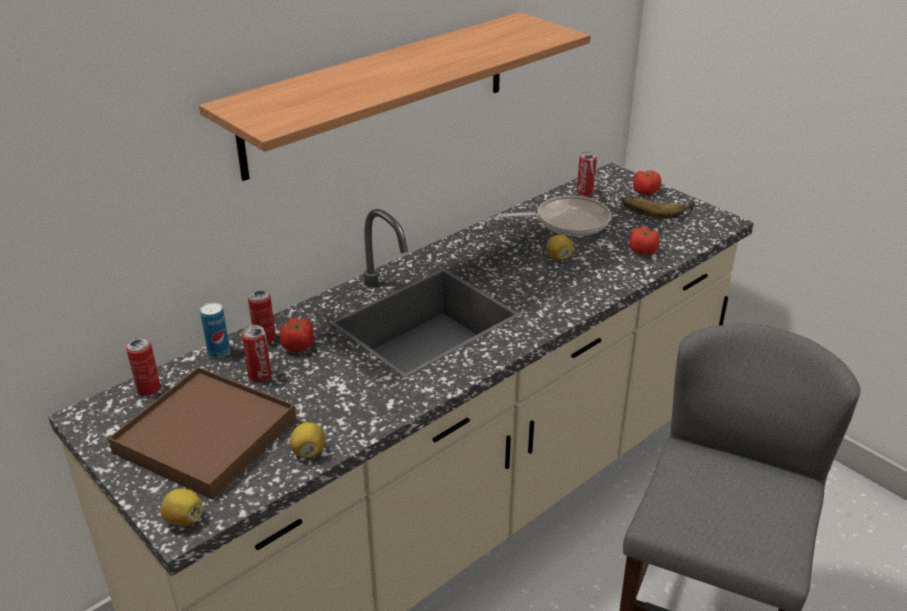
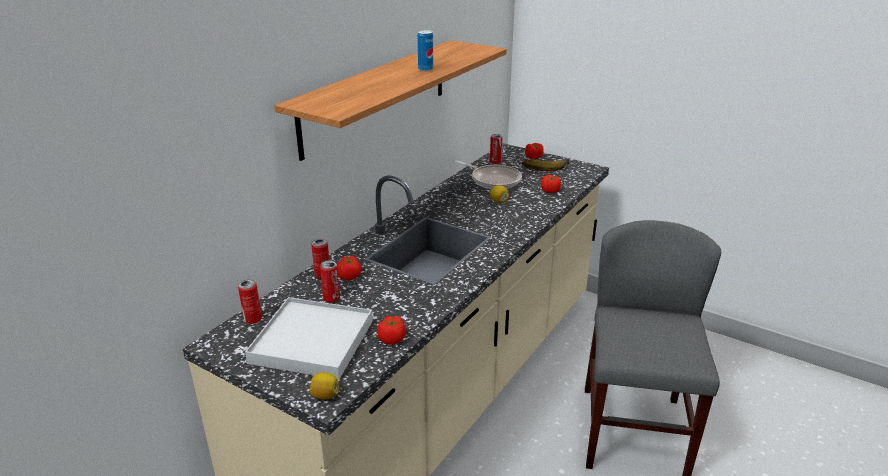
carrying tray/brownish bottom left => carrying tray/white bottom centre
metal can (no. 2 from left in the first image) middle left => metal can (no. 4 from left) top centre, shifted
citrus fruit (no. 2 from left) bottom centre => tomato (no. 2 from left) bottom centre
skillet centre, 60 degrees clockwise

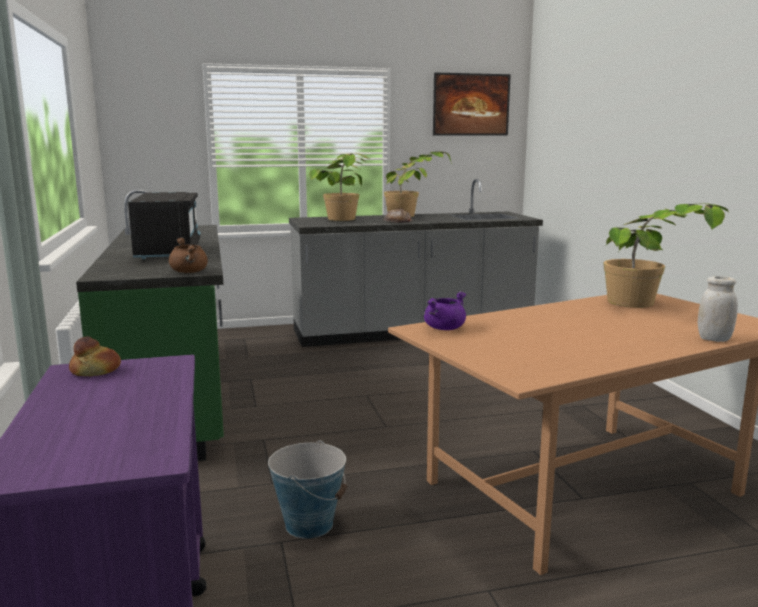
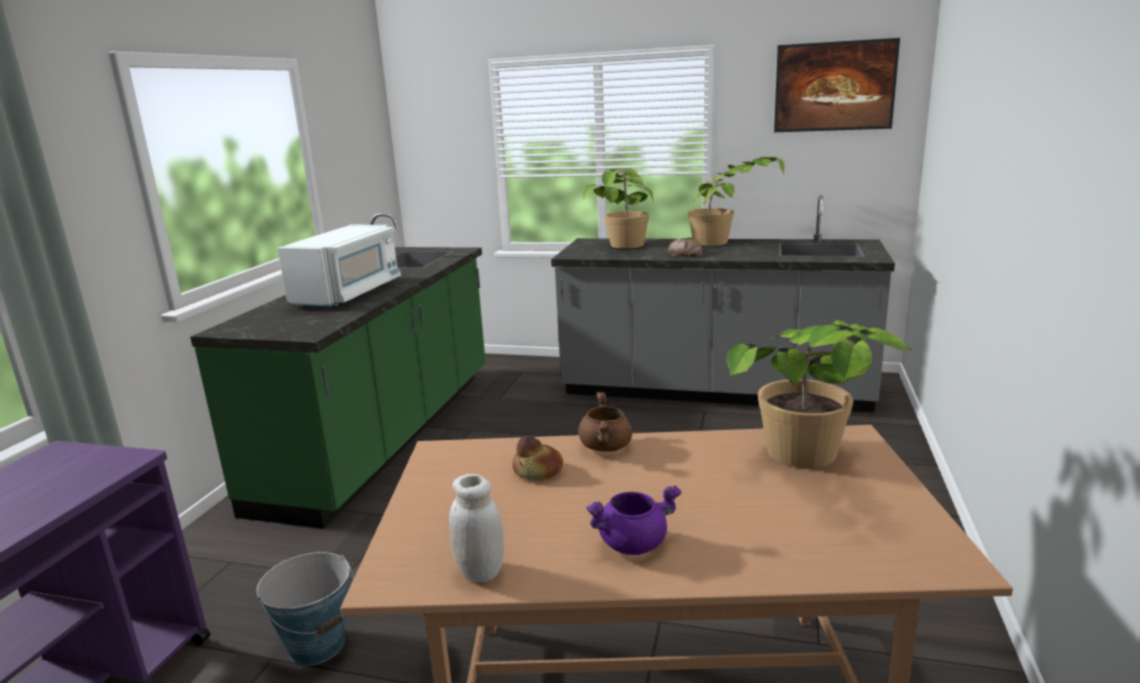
bakery bread (no. 1 from left) middle left => bakery bread (no. 1 from left) bottom centre, shifted
microwave/black middle left => microwave/white middle left
saucepot/brownish middle left => saucepot/brownish centre, shifted
saucepot/purple centre => saucepot/purple bottom centre, shifted
preserve jar/white middle right => preserve jar/white bottom centre, shifted

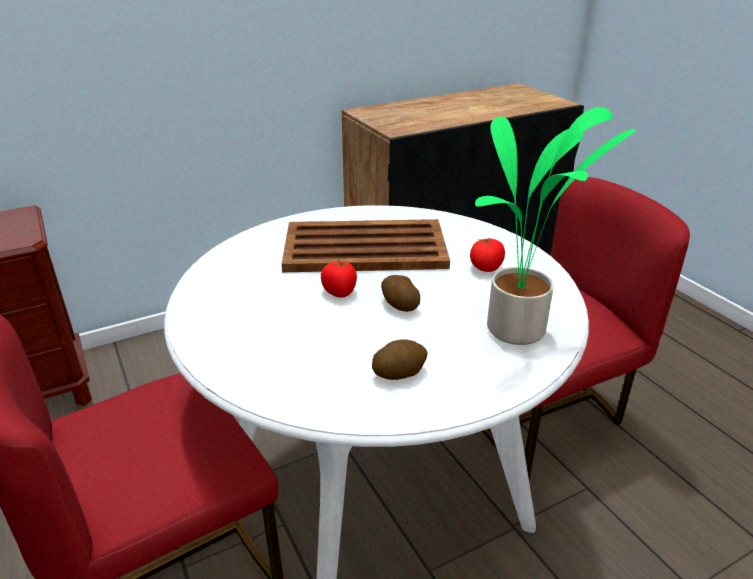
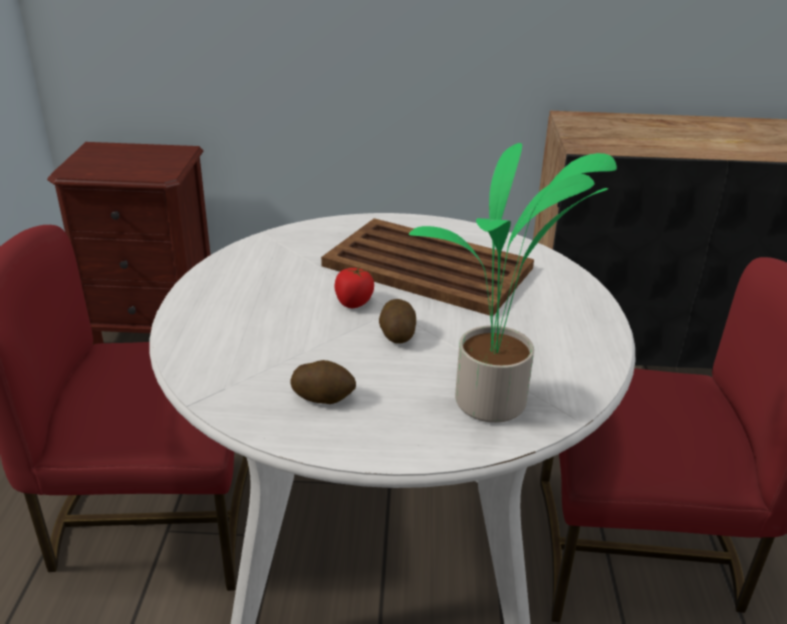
tomato (no. 2 from left) centre => nothing

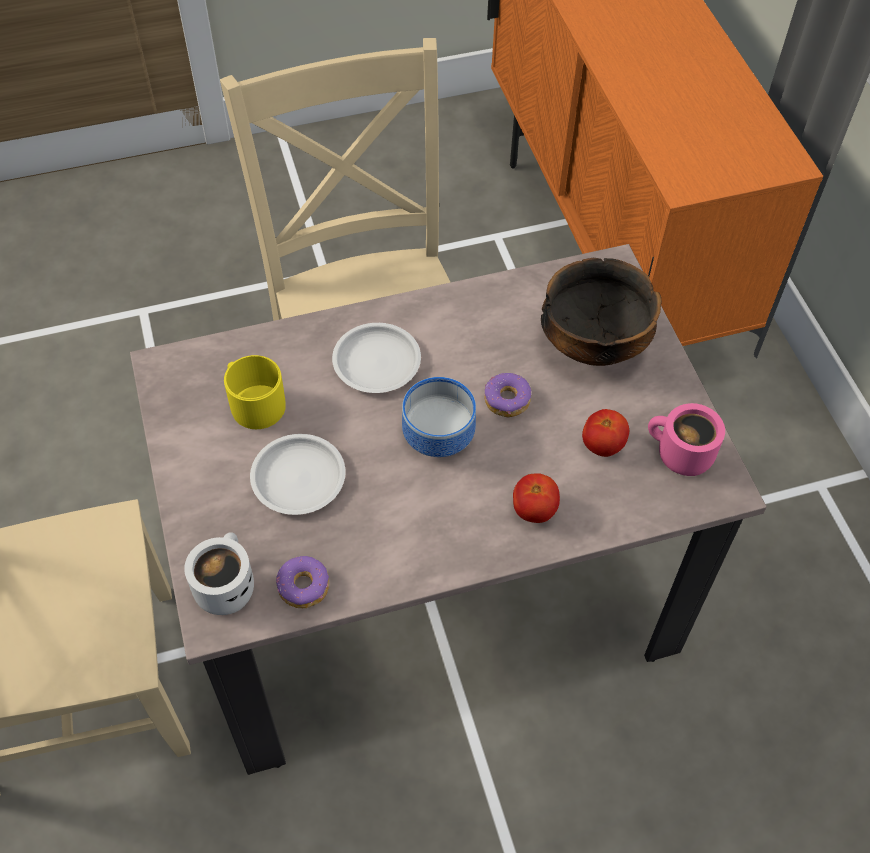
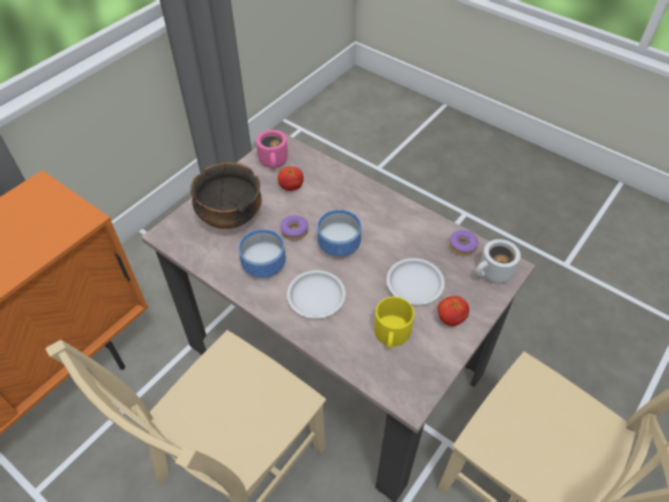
tomato (no. 1 from left in the first image) centre => tomato (no. 2 from left) middle right, shifted
nothing => deep dish (no. 2 from left) centre

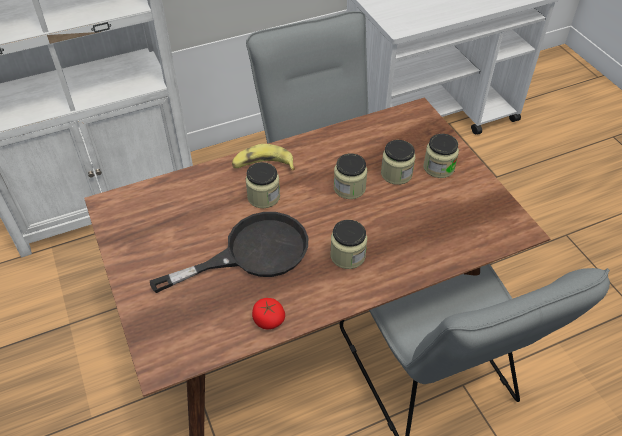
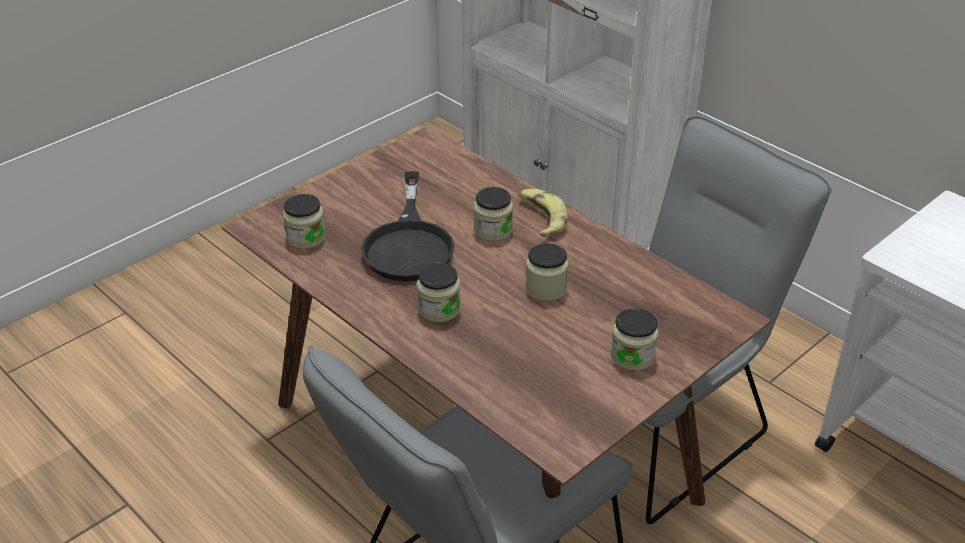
skillet/black centre, 45 degrees clockwise
tomato bottom centre => nothing
preserve jar (no. 4 from left in the first image) centre => preserve jar (no. 1 from left) middle left, shifted

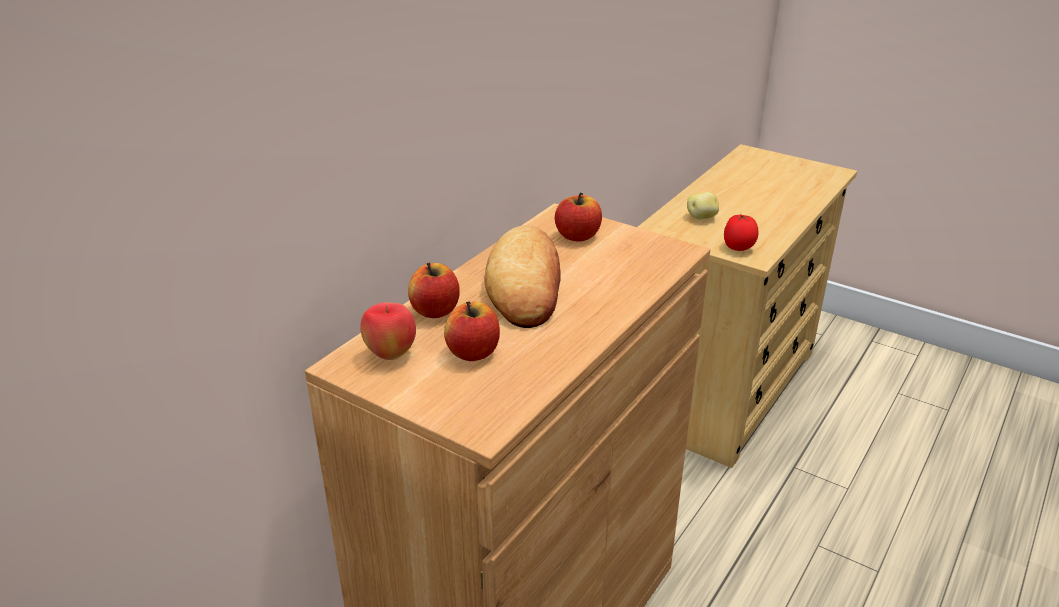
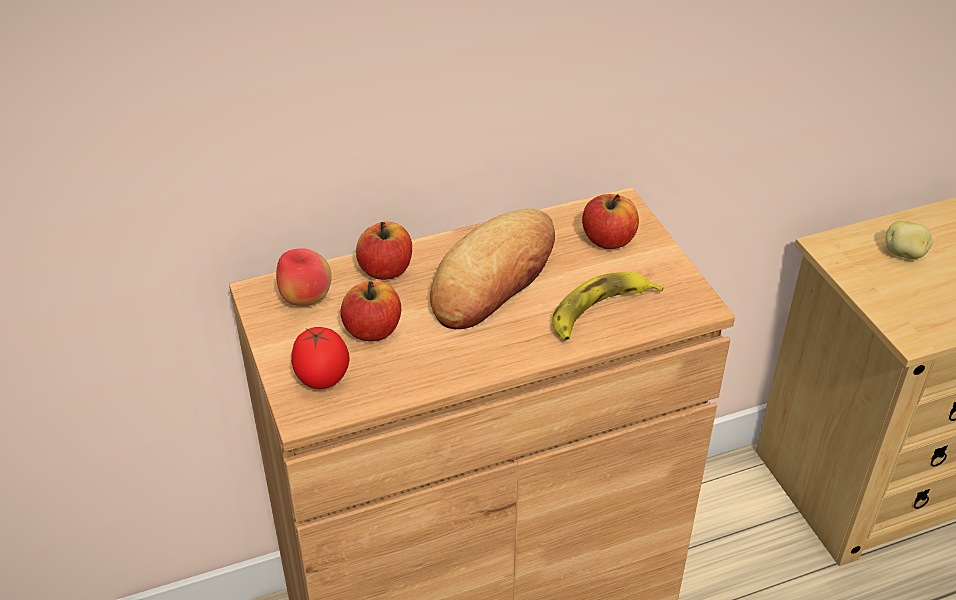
tomato middle right => tomato centre, shifted
nothing => whole banana centre

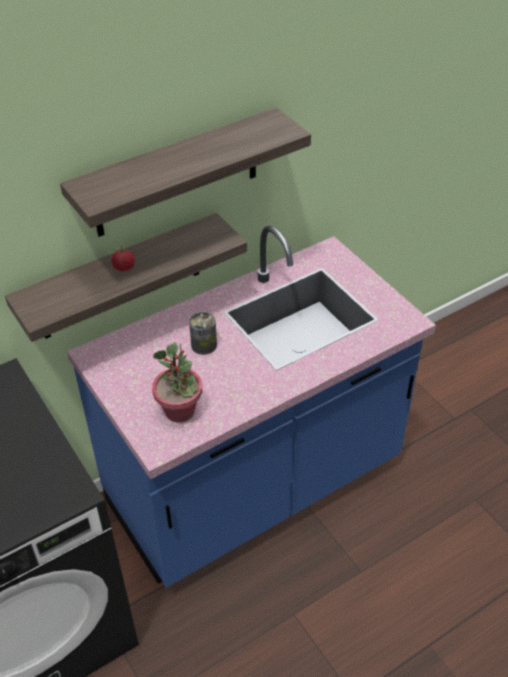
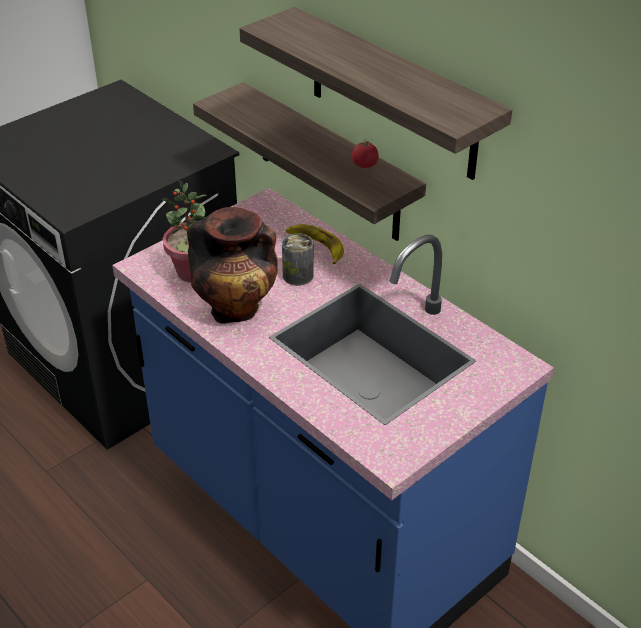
tomato middle left => tomato top centre, shifted
nothing => decorative vase centre
nothing => whole banana centre

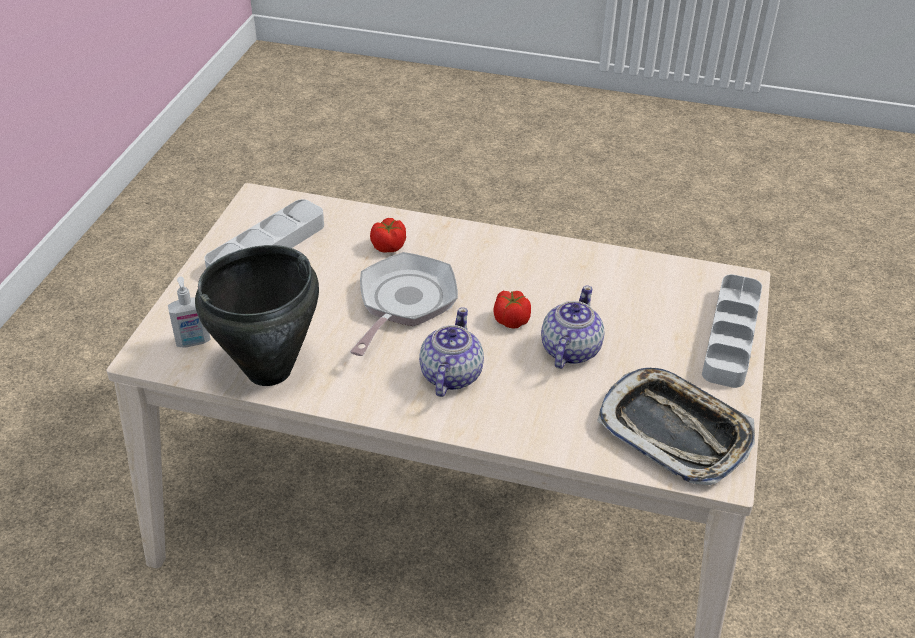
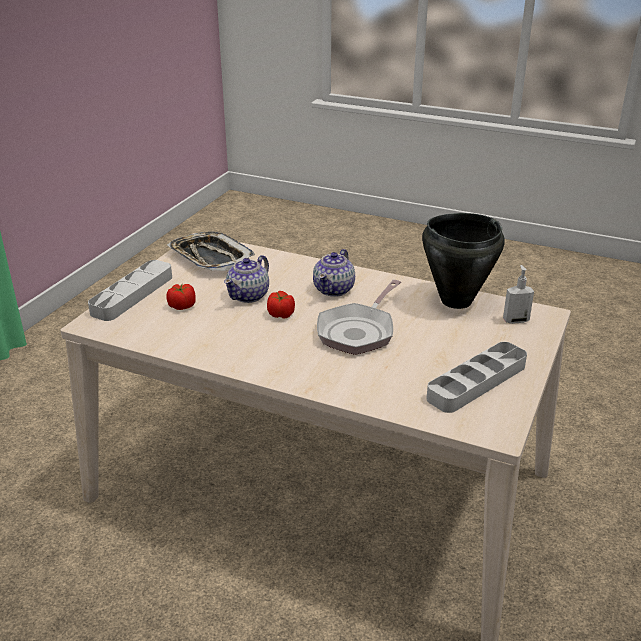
tomato (no. 1 from left) centre => tomato (no. 1 from left) middle left, shifted

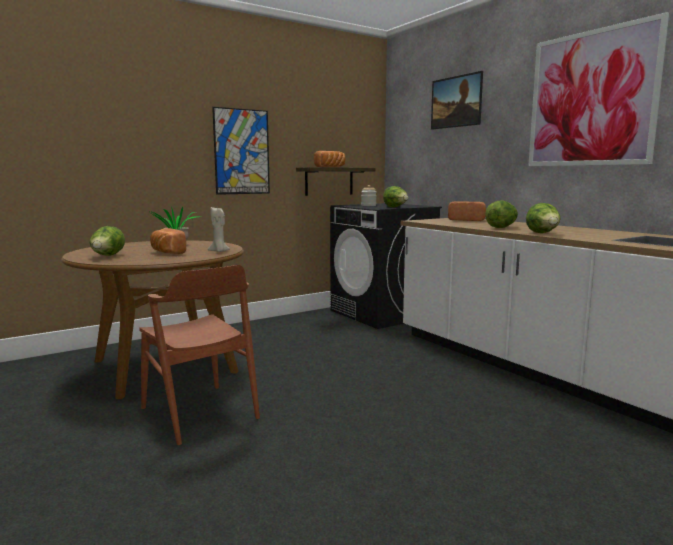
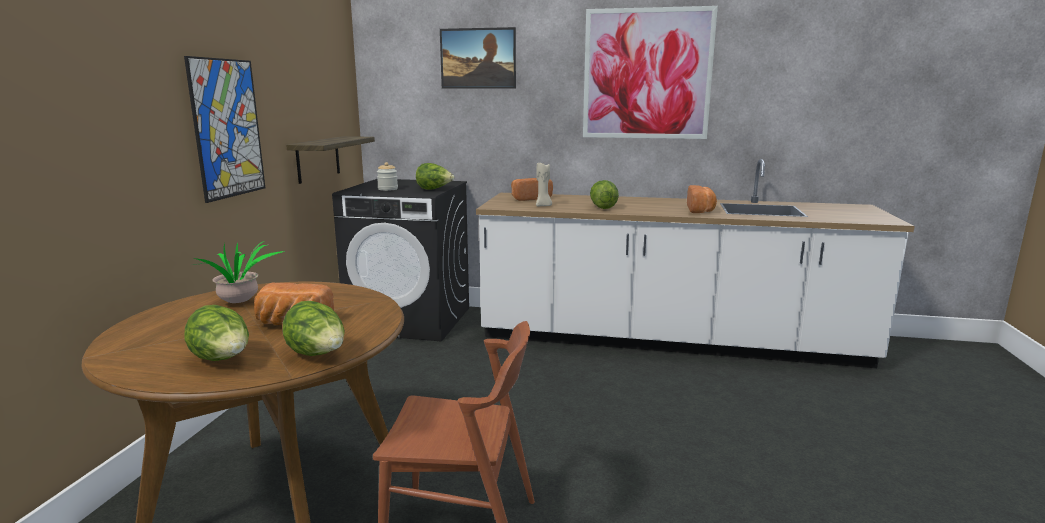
wax candle/beige-coloured middle left => wax candle/beige-coloured centre, shifted
bakery bread (no. 2 from left in the first image) top centre => bakery bread (no. 3 from left) middle right, shifted
lettuce (no. 4 from left in the first image) middle right => lettuce (no. 2 from left) middle left, shifted

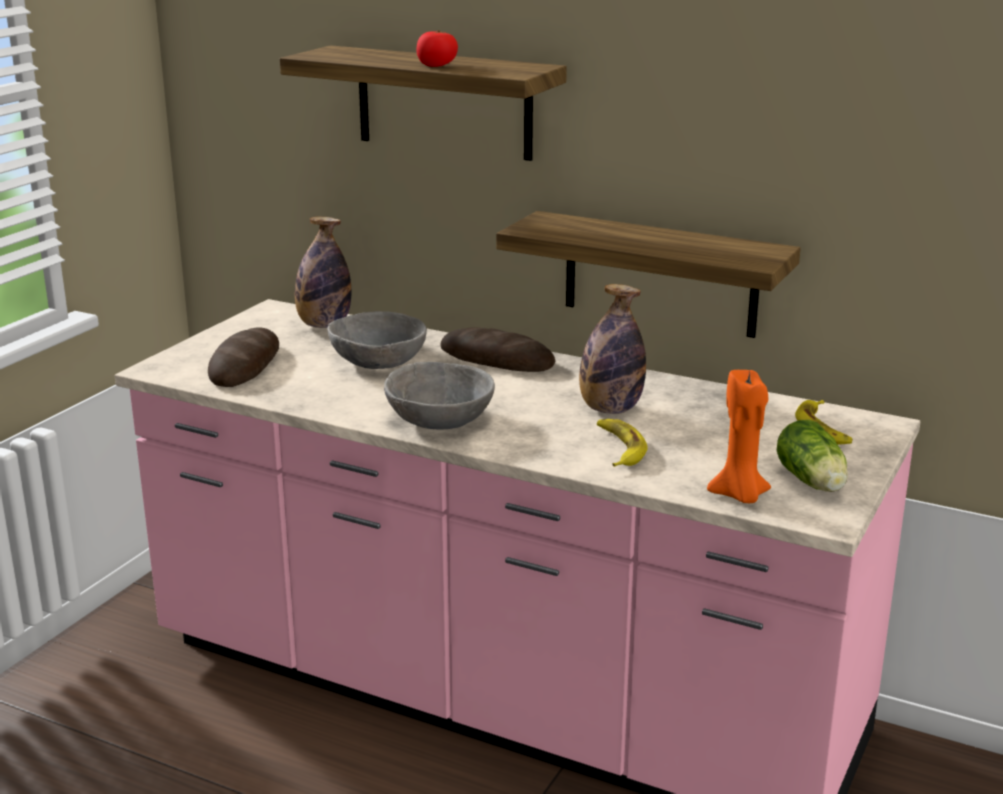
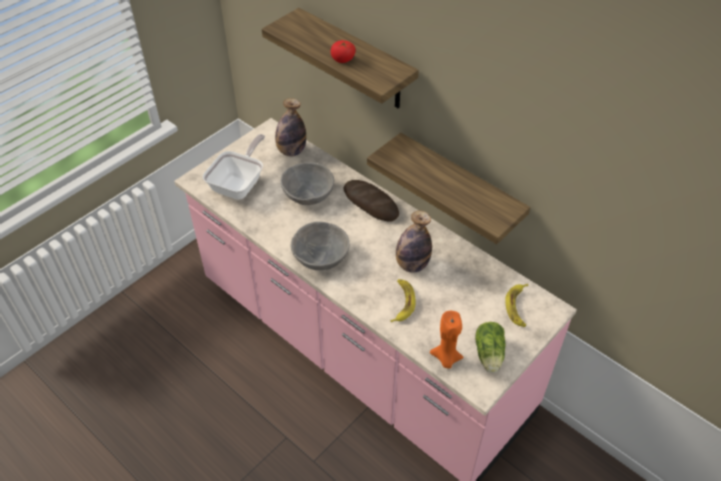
bakery bread (no. 1 from left) middle left => skillet middle left

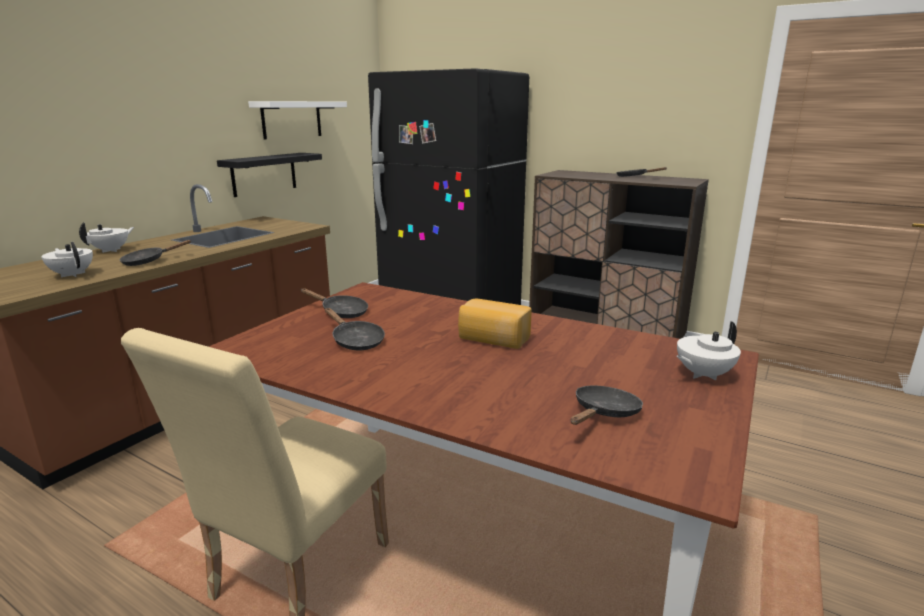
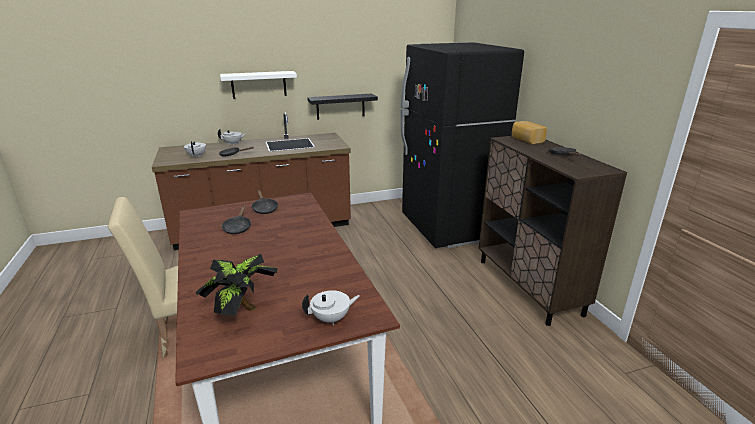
wall shelf/white top left => wall shelf/white top centre, shifted
bakery bread centre => bakery bread top right, shifted
skillet/black (no. 4 from left) centre => houseplant bottom left
teapot/white (no. 3 from left) middle right => teapot/white (no. 3 from left) bottom centre, 150 degrees clockwise

